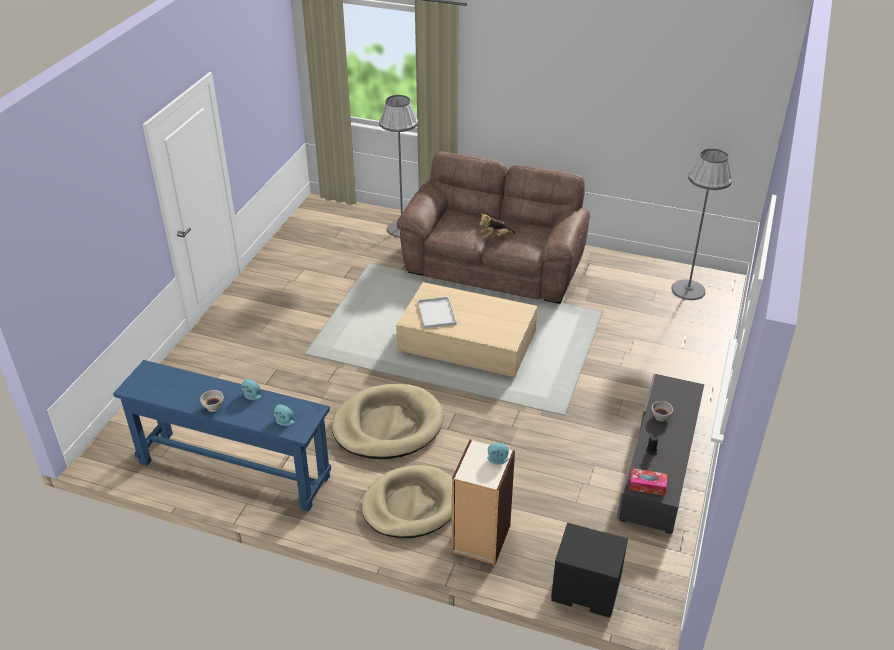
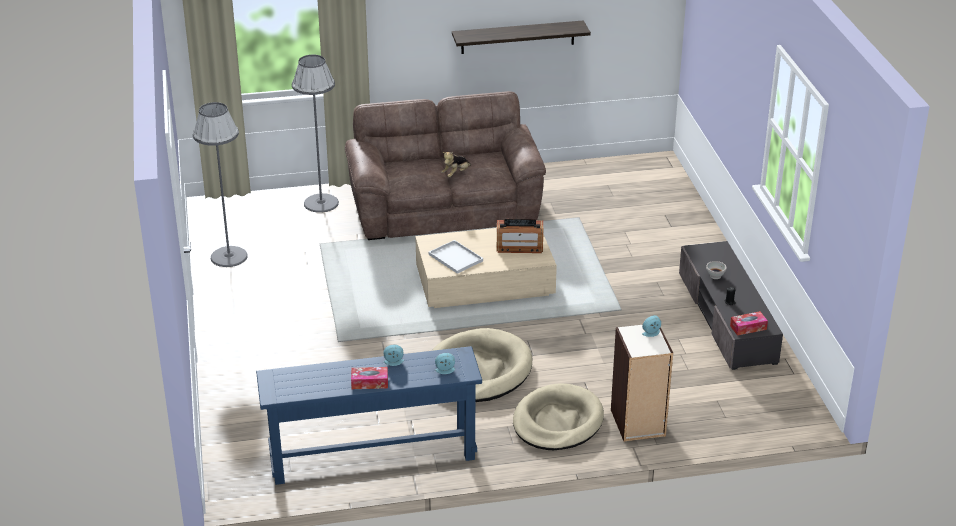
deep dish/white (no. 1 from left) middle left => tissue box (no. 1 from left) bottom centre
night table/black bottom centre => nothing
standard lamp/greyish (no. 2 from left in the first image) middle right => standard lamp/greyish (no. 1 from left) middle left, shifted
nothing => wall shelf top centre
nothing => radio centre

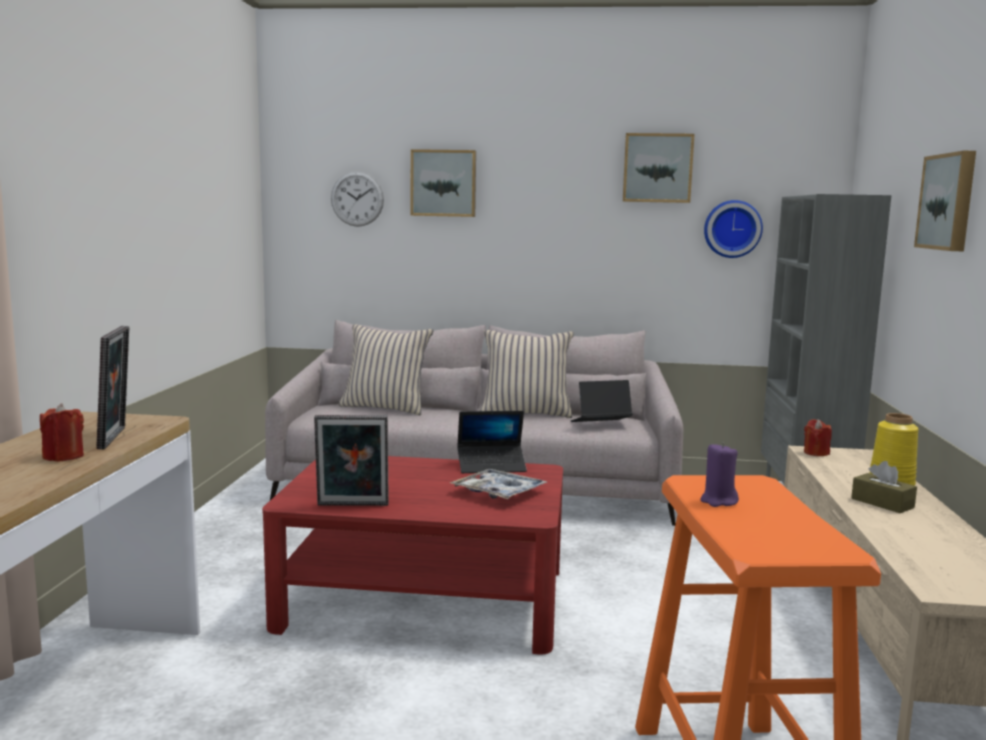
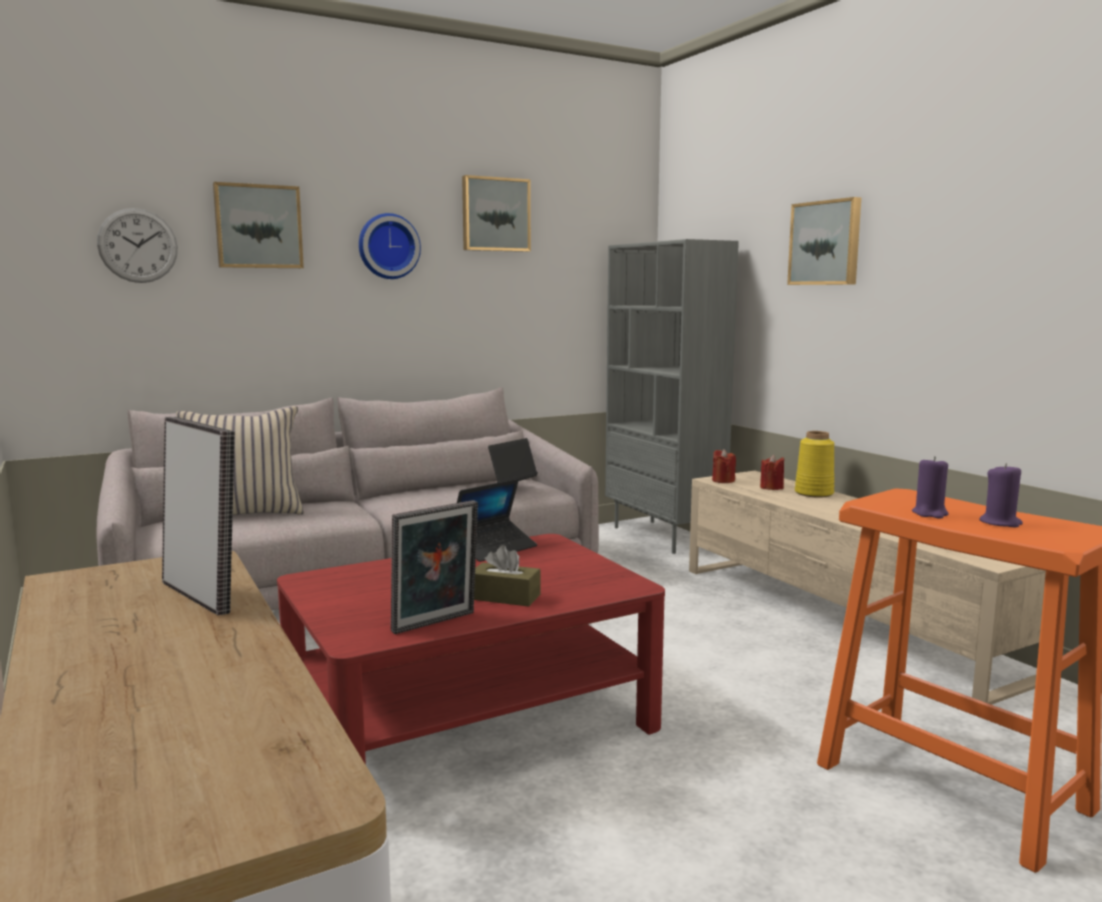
wax candle/red (no. 1 from left in the first image) middle left => wax candle/red (no. 2 from left) middle right, shifted
carrying tray centre => nothing
throw pillow/beige-coloured (no. 2 from left) centre => nothing
wall clock (no. 2 from left) top right => wall clock (no. 2 from left) top centre, shifted
tissue box/brownish middle right => tissue box/brownish centre, shifted
nothing => wax candle/purple (no. 2 from left) middle right

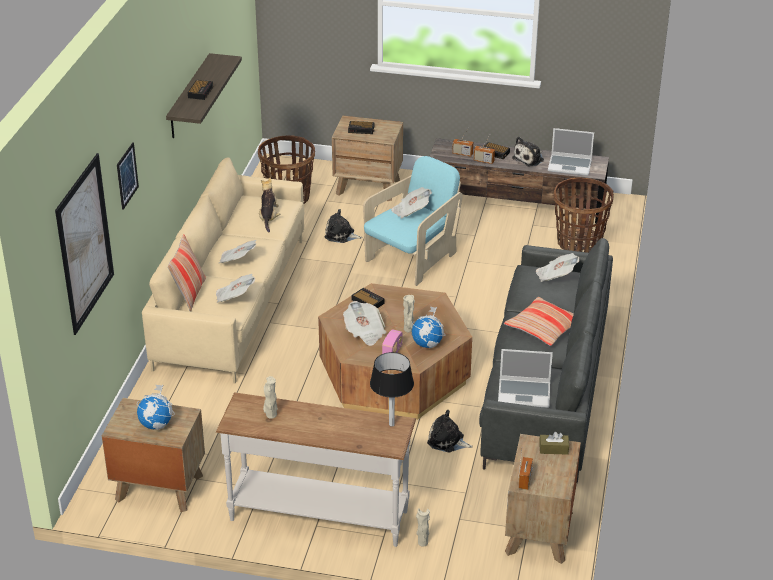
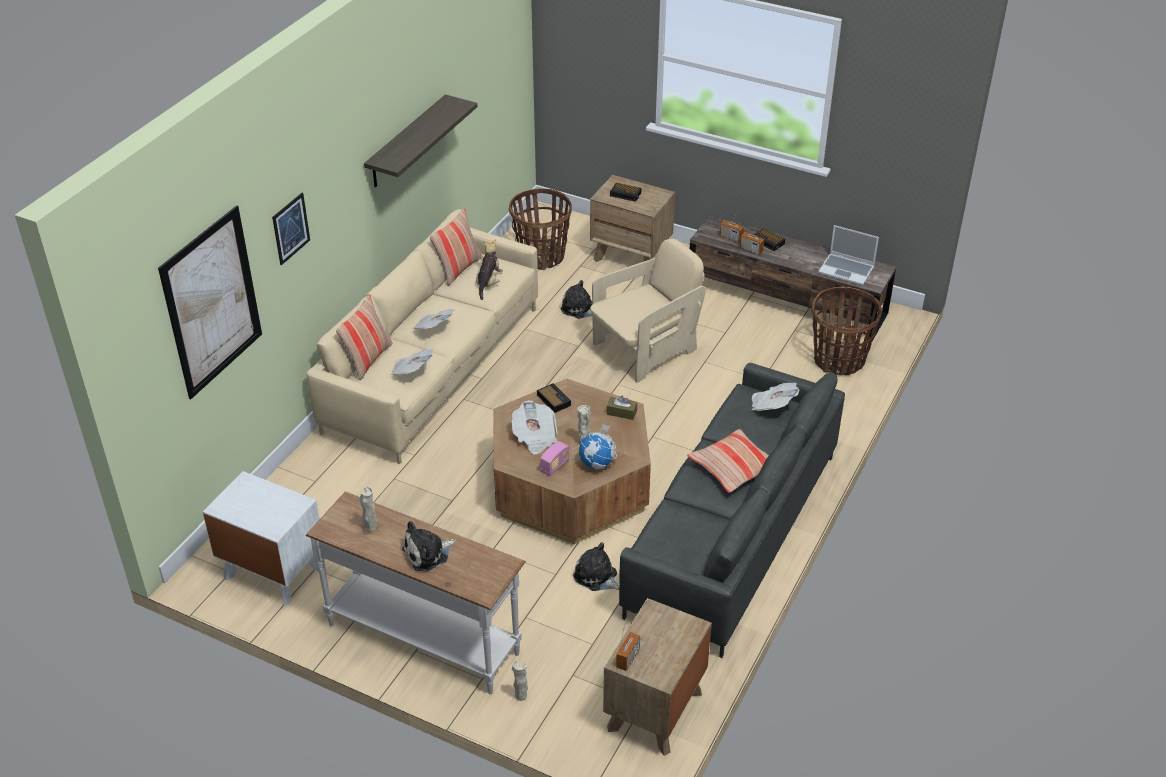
night table/brownish (no. 1 from left) bottom left => night table/white bottom left
desk globe (no. 1 from left) bottom left => nothing
bedside clock (no. 1 from left) top left => nothing
lounge chair/turquoise-coloured centre => lounge chair/beige-coloured centre
tabletop lamp/black bottom centre => nothing
printed paper (no. 4 from left) centre => nothing
portable computer (no. 1 from left) middle right => nothing
cuddly toy (no. 4 from left in the first image) top right => cuddly toy (no. 1 from left) bottom centre, shifted
tissue box/brownish bottom right => tissue box/brownish centre, shifted
nothing => throw pillow (no. 2 from left) top centre

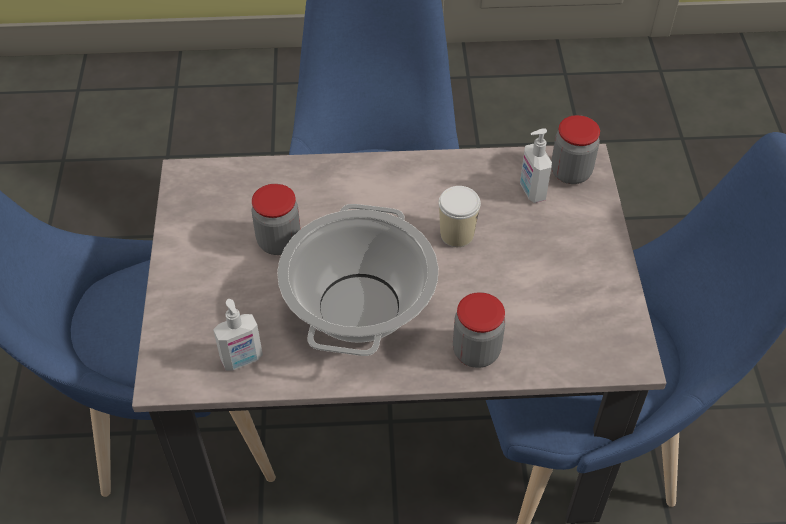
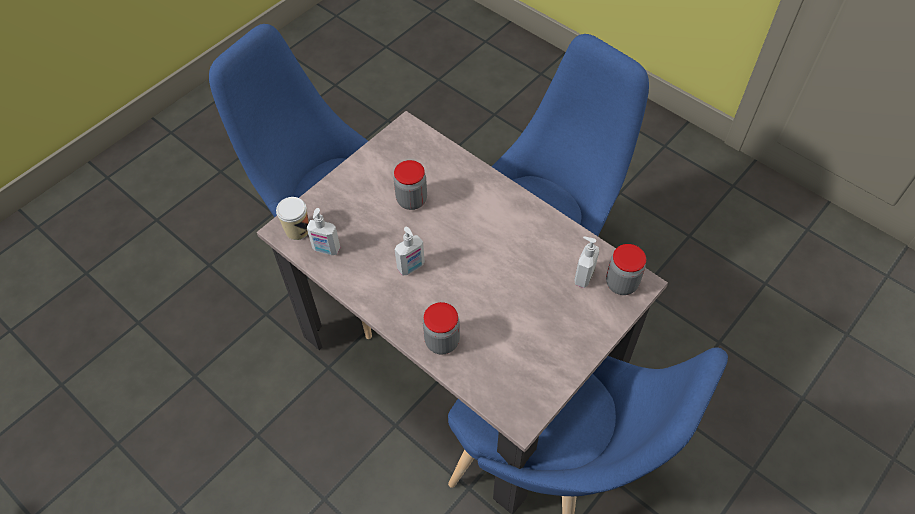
saucepot centre => liquid soap bottle (no. 2 from left) centre
small cup centre => small cup middle left, shifted

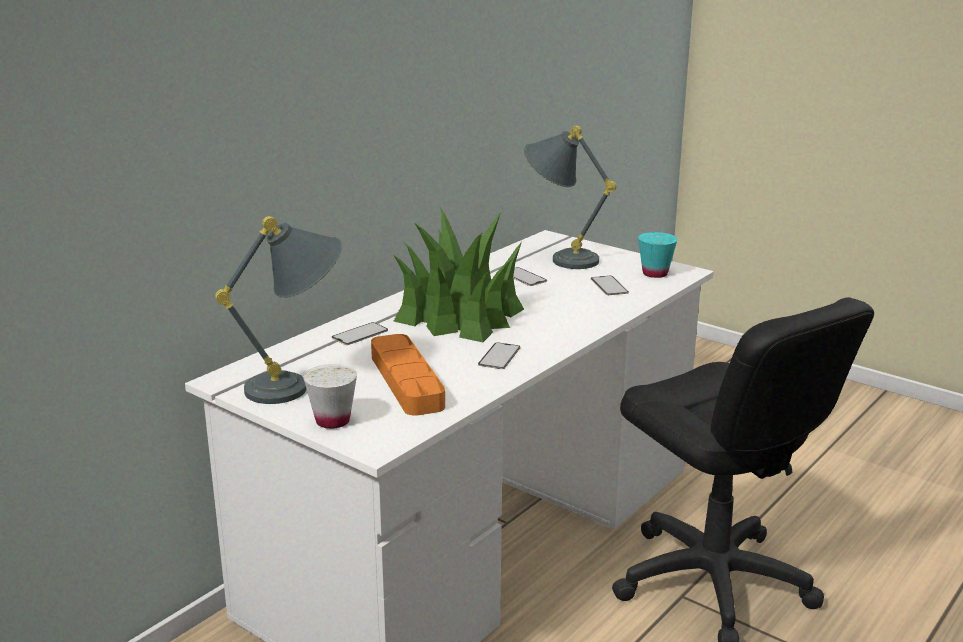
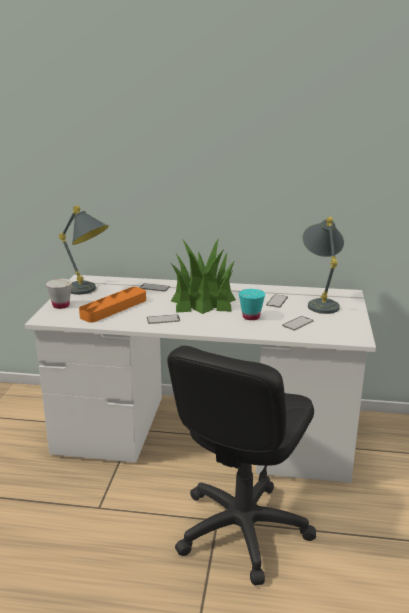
small cup/turquoise-coloured middle right => small cup/turquoise-coloured centre, shifted

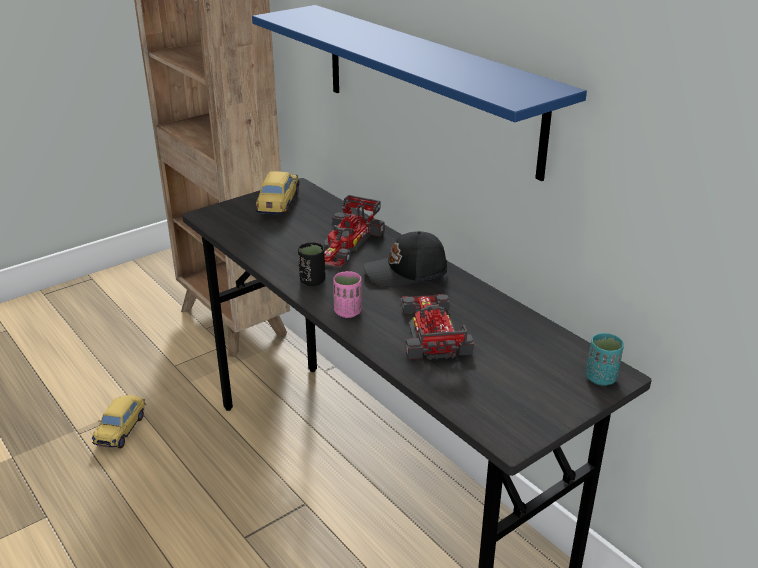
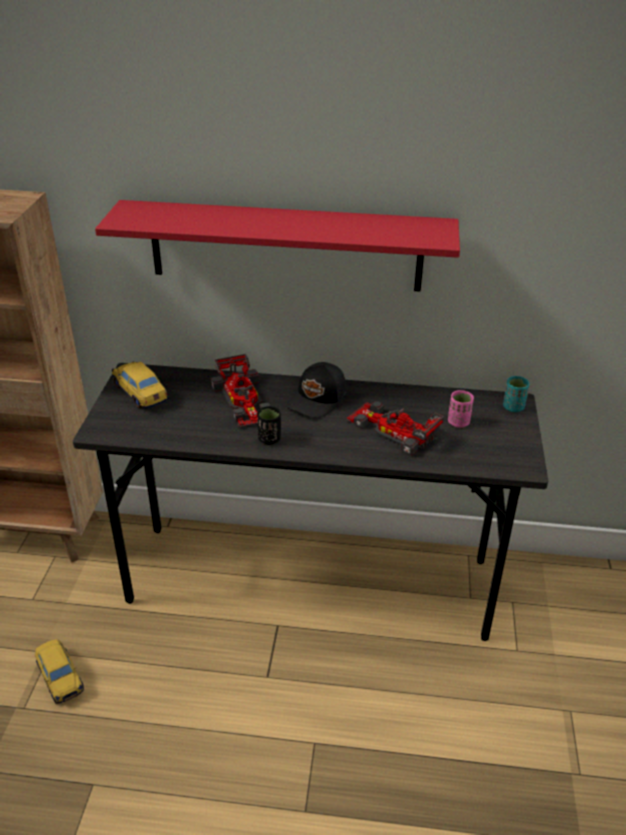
wall shelf/blue top centre => wall shelf/red top centre
small cup/pink-coloured centre => small cup/pink-coloured middle right, shifted

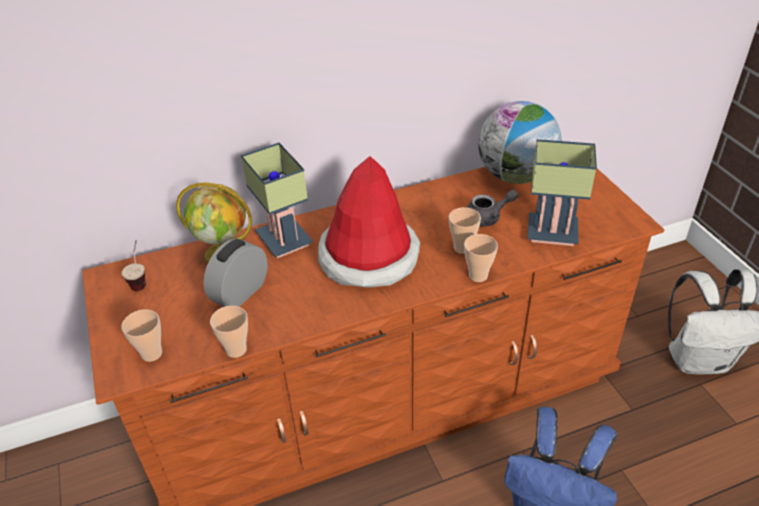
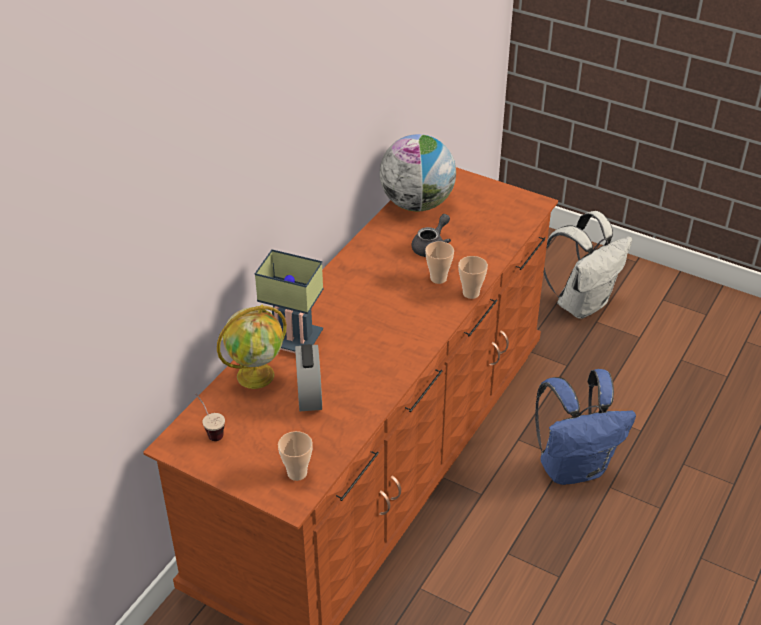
small cup (no. 3 from left) middle left => nothing
clothing hat centre => nothing
tabletop lamp (no. 2 from left) middle right => nothing

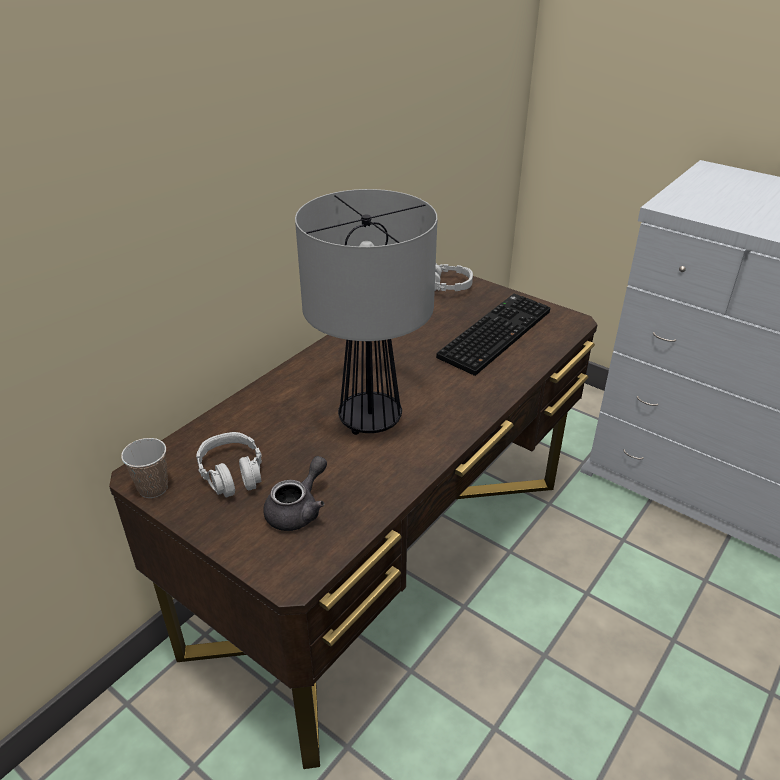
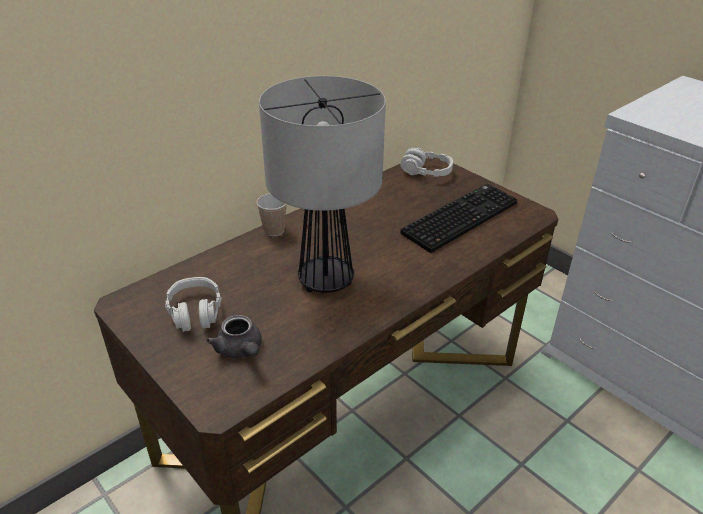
small cup middle left => small cup centre, shifted
teapot/greyish centre => teapot/greyish middle left, 105 degrees clockwise

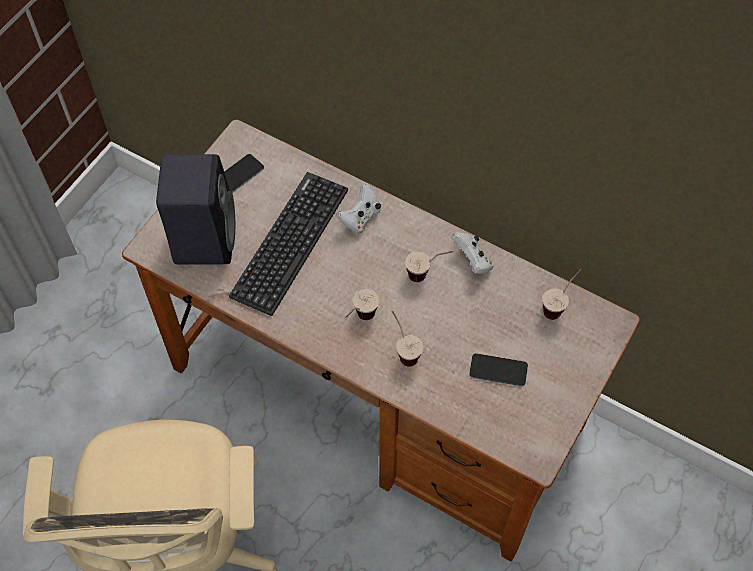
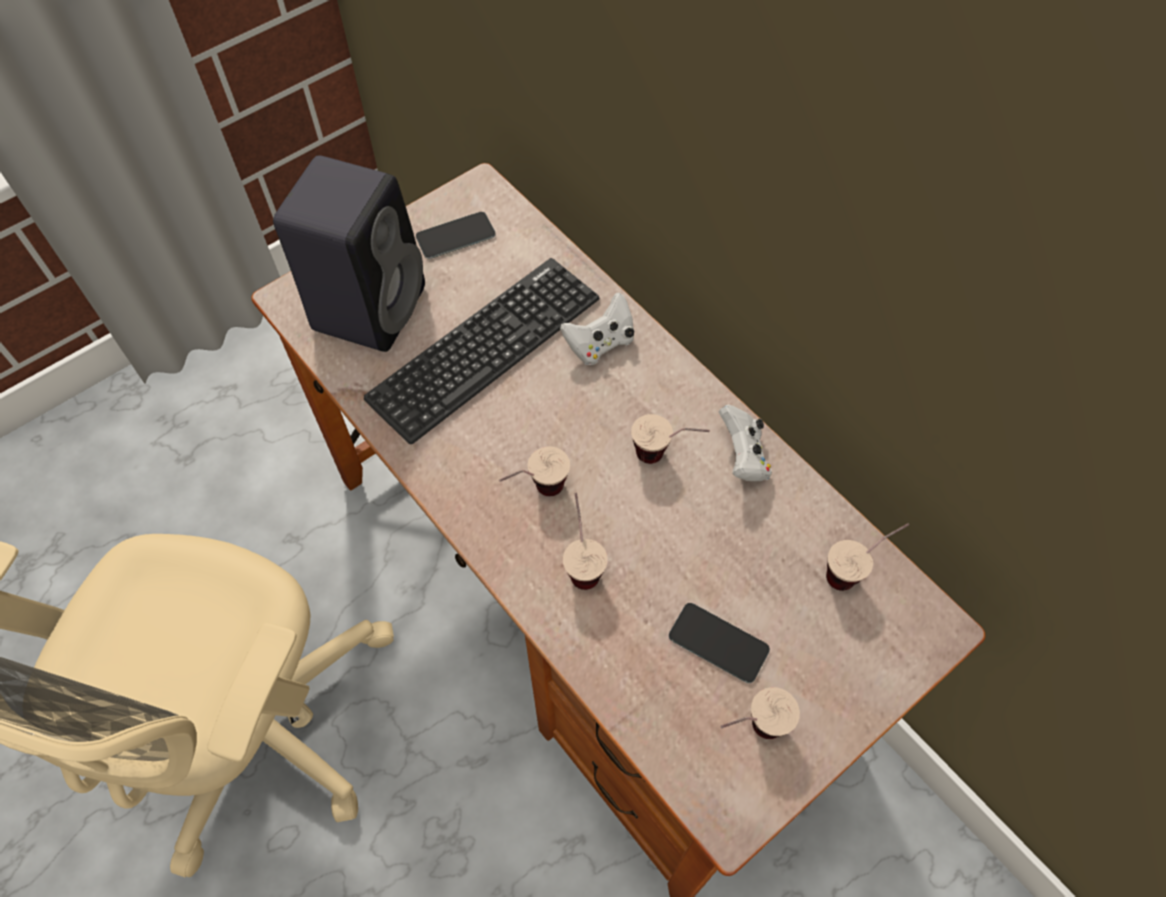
nothing => small cup (no. 4 from left) bottom centre

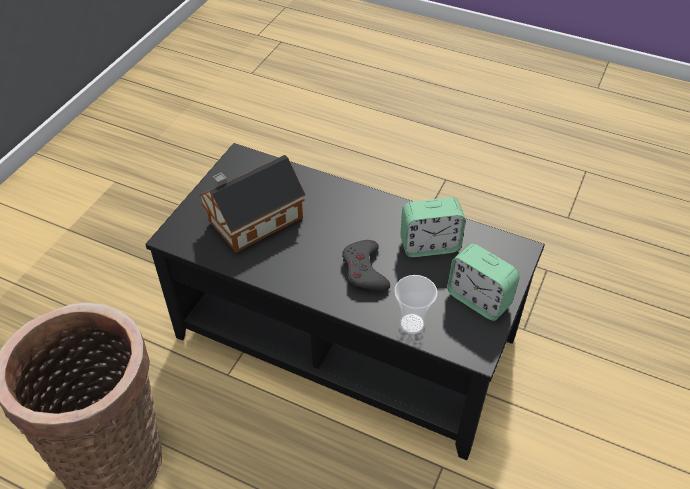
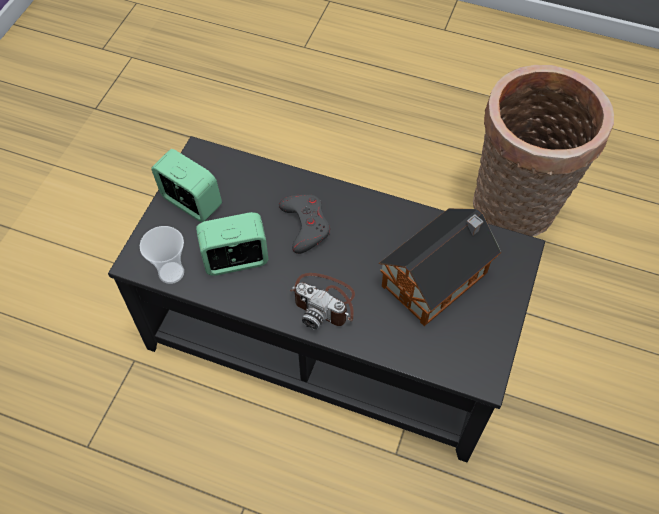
small cup centre => small cup middle left, shifted
nothing => photo camera centre

